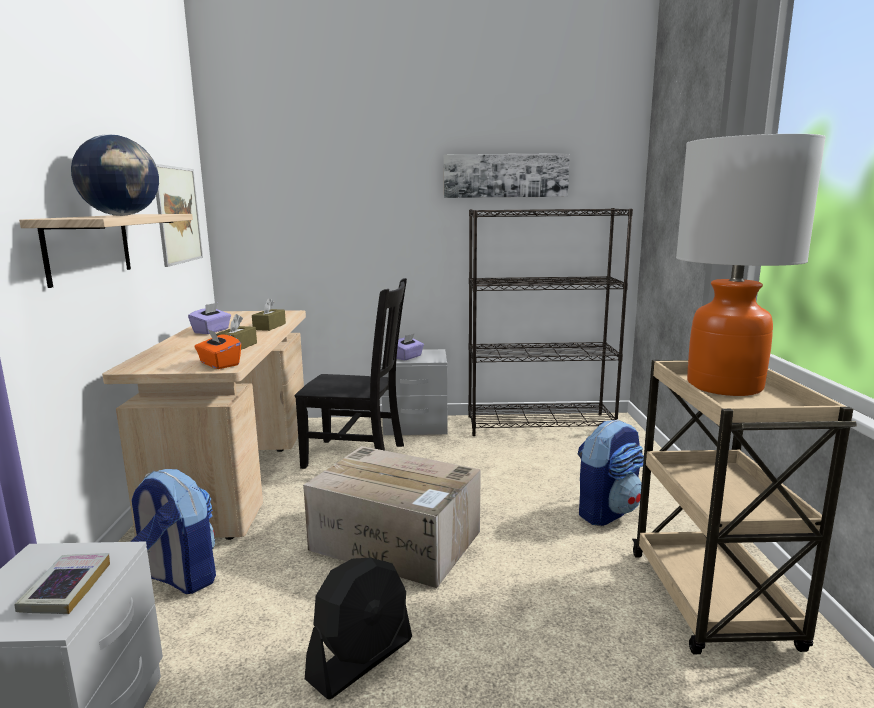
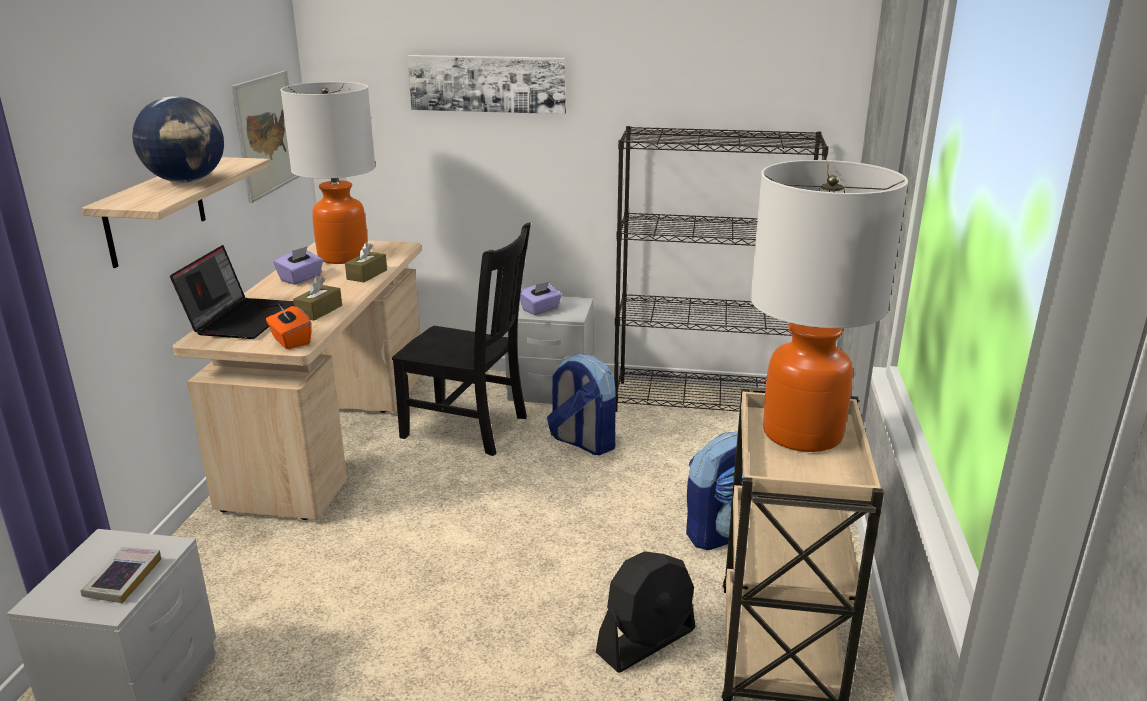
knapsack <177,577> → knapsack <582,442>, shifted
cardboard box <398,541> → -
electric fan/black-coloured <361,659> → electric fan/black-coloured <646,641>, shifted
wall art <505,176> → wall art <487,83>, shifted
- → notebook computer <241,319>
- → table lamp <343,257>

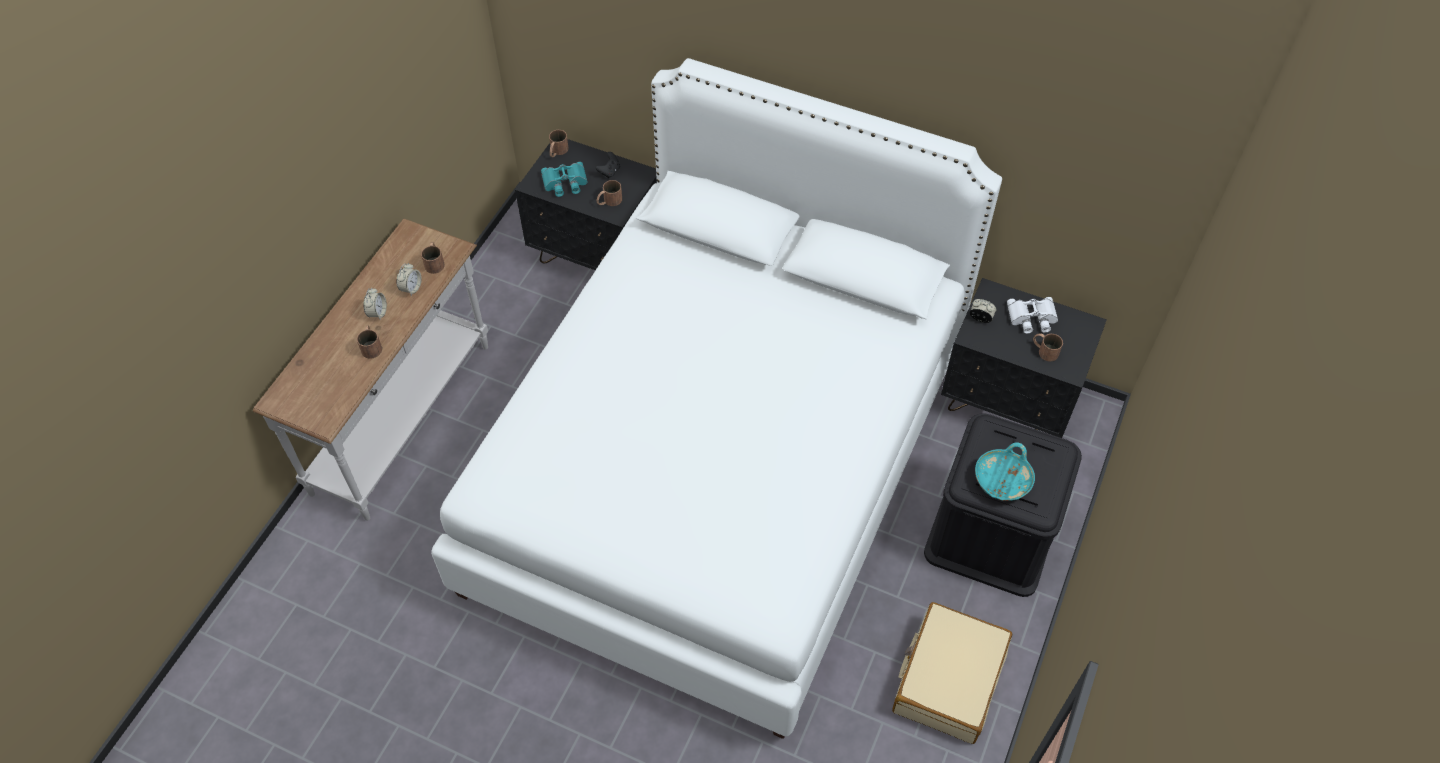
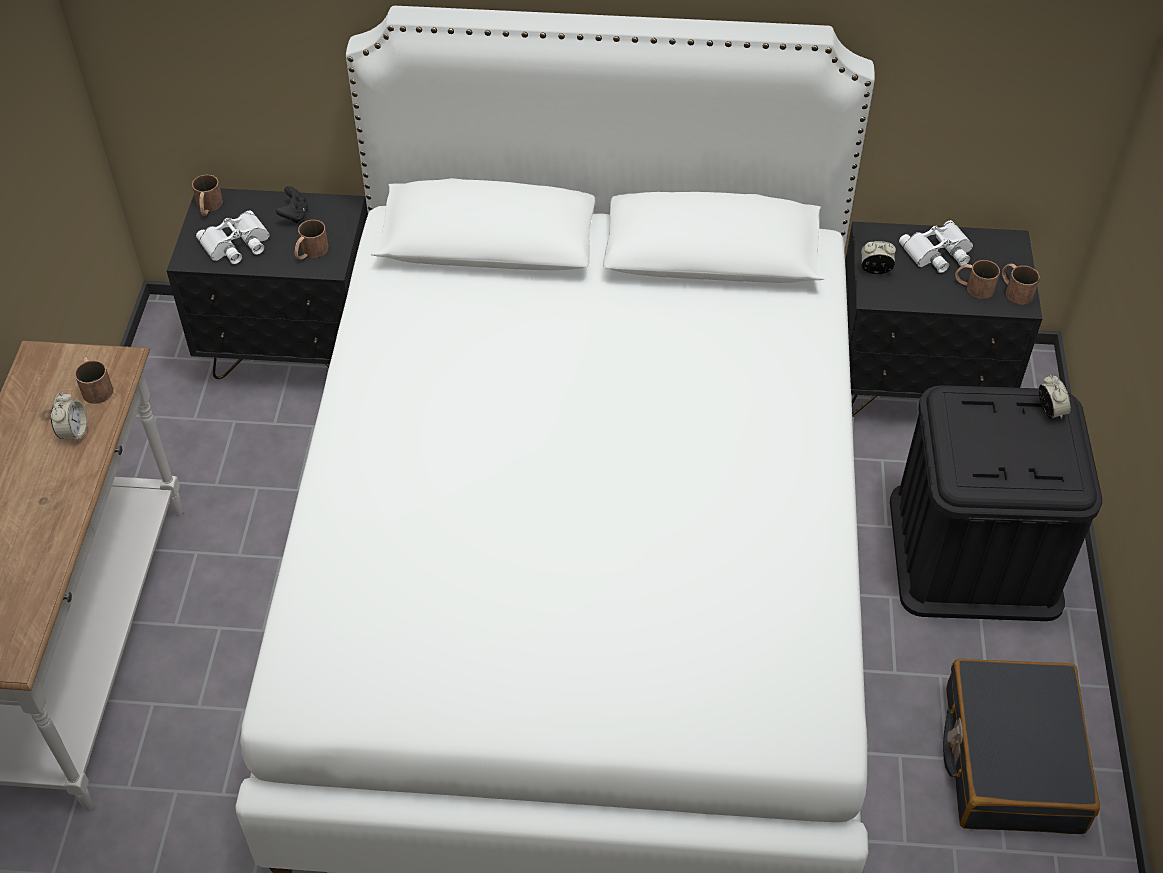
mug/brown <371,345> → mug/brown <1014,290>, shifted
alarm clock <377,313> → alarm clock <1050,411>, shifted
field glasses/turquoise-coloured <565,183> → field glasses/white-coloured <236,244>
piece of luggage/sand-coloured <948,679> → piece of luggage/black-coloured <1011,759>
serving bowl/turquoise-coloured <1003,479> → -

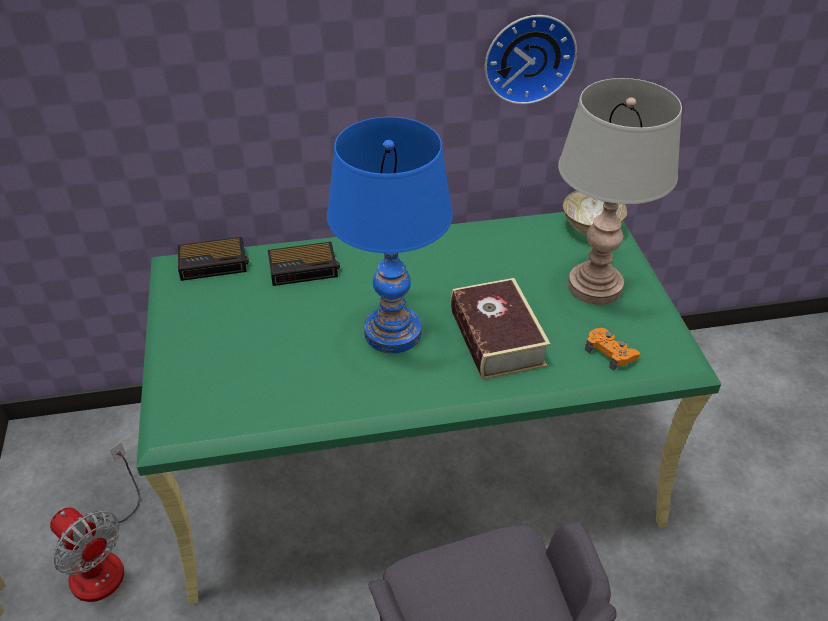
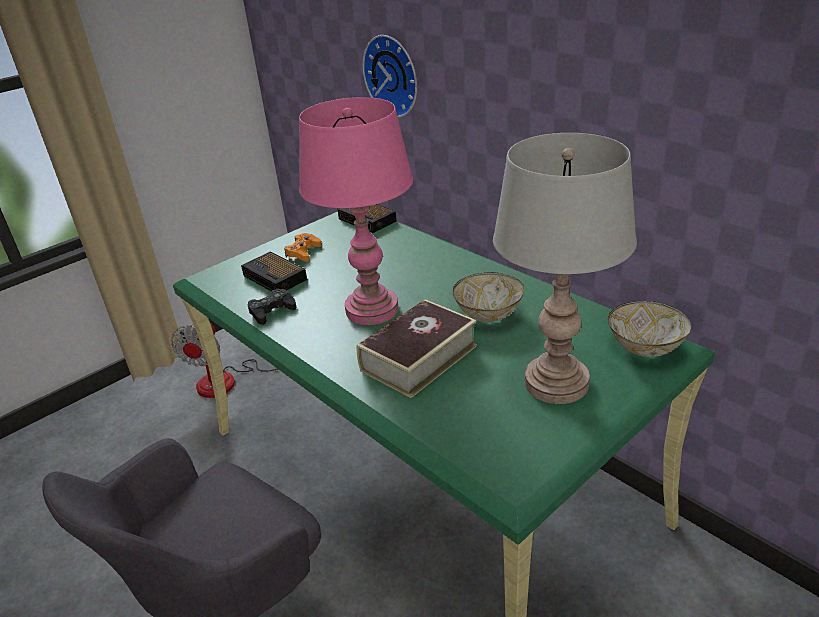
alarm clock <304,268> → alarm clock <276,278>, shifted
table lamp/bluish <392,333> → table lamp/pink-coloured <372,310>
clock on the wall <528,57> → clock on the wall <394,75>, shifted
joypad/orange <610,353> → joypad/orange <303,252>, shifted
- → joypad/black-coloured <272,311>
- → serving bowl <487,314>

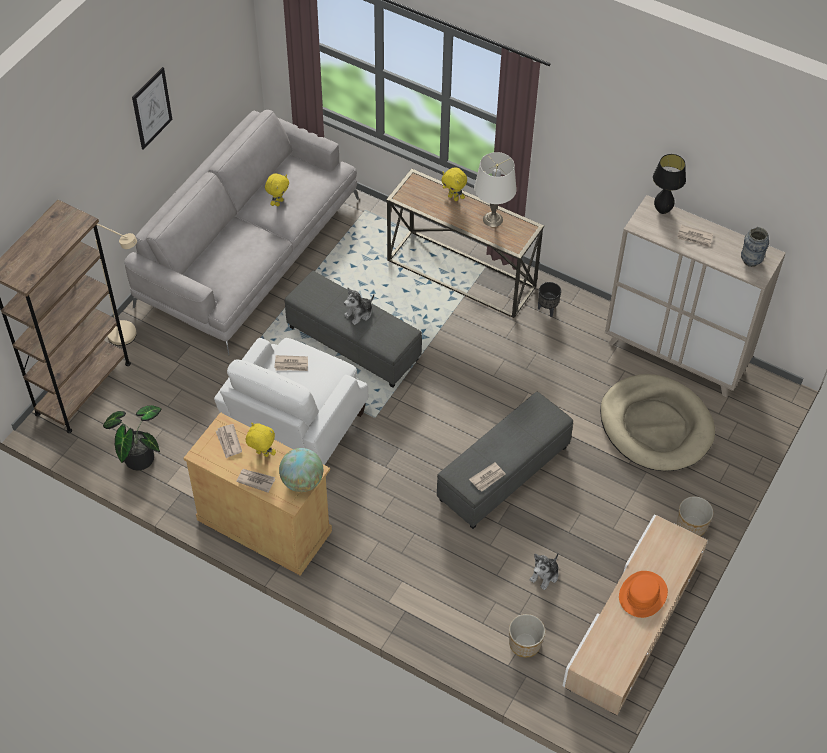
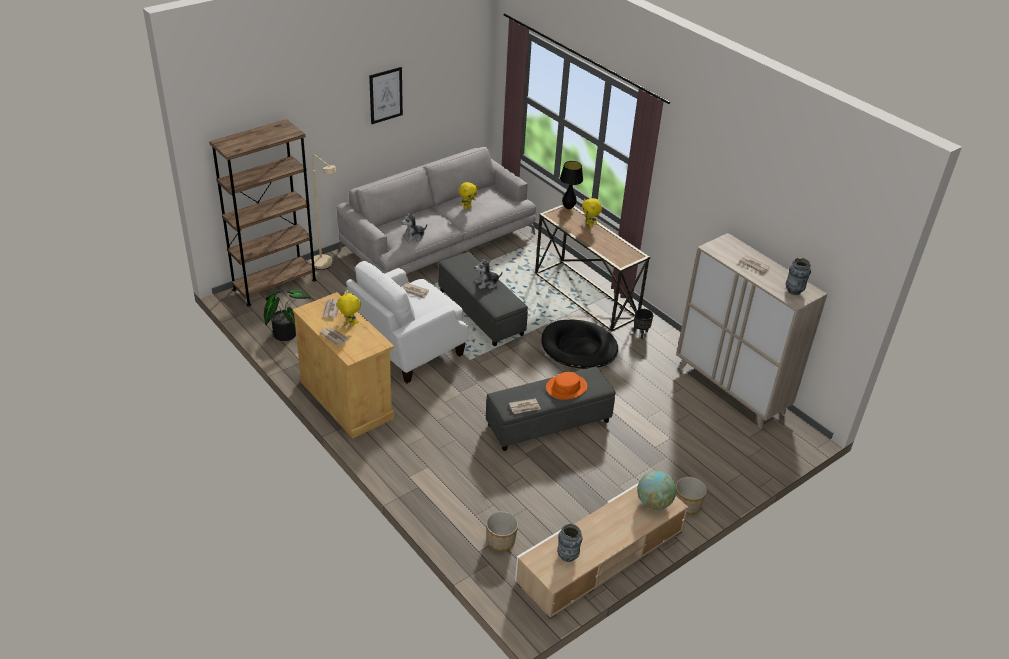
globe <302,481> → globe <654,503>, shifted
table lamp/white-coloured <492,219> → -
plush toy <545,575> → plush toy <414,237>, shifted
dog cushion/sand-coloured <655,426> → -
wearable hat/orange <642,594> → wearable hat/orange <566,387>, shifted
table lamp/black-coloured <662,210> → table lamp/black-coloured <568,207>, shifted
- → dog cushion/black-coloured <578,347>
- → decorative vase <567,556>

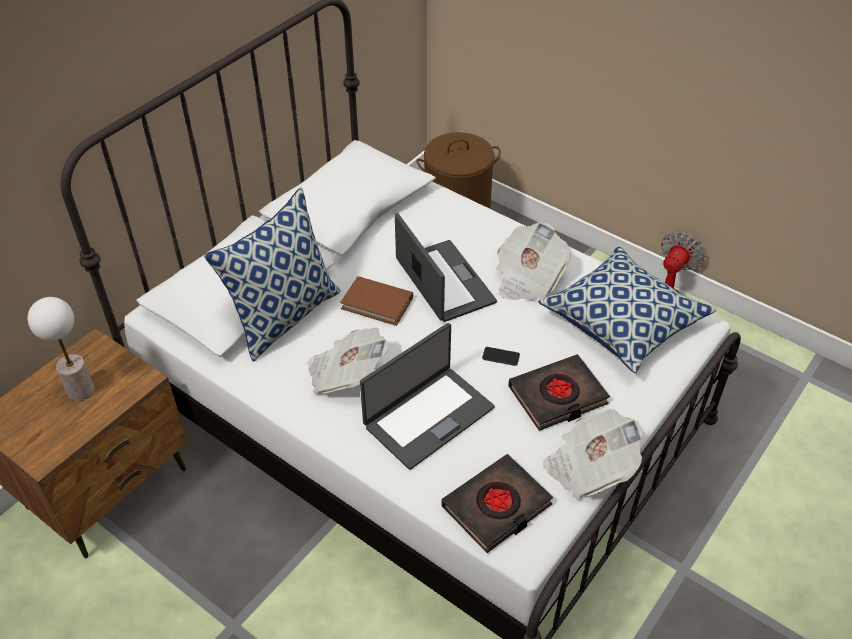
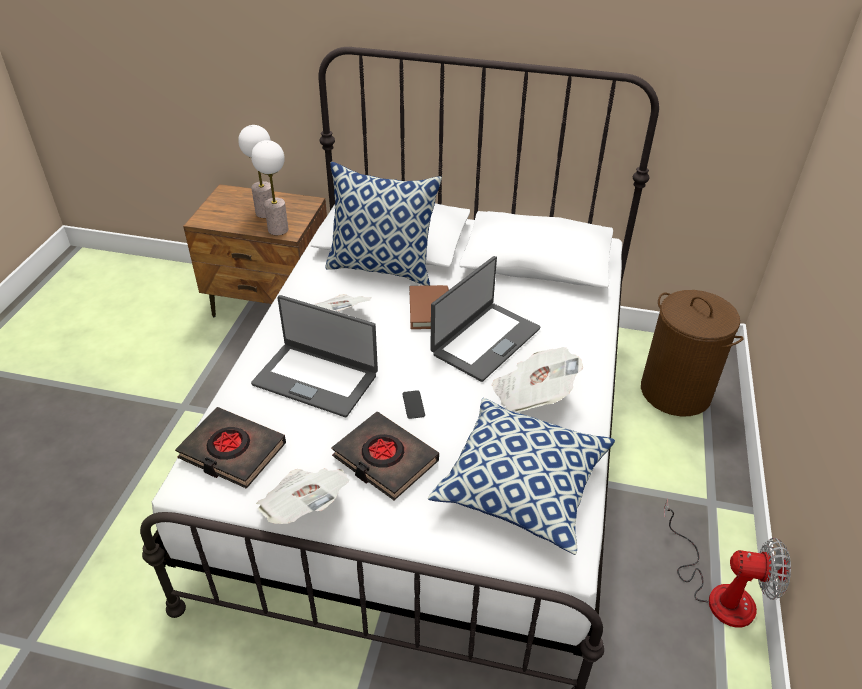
- → table lamp <278,229>

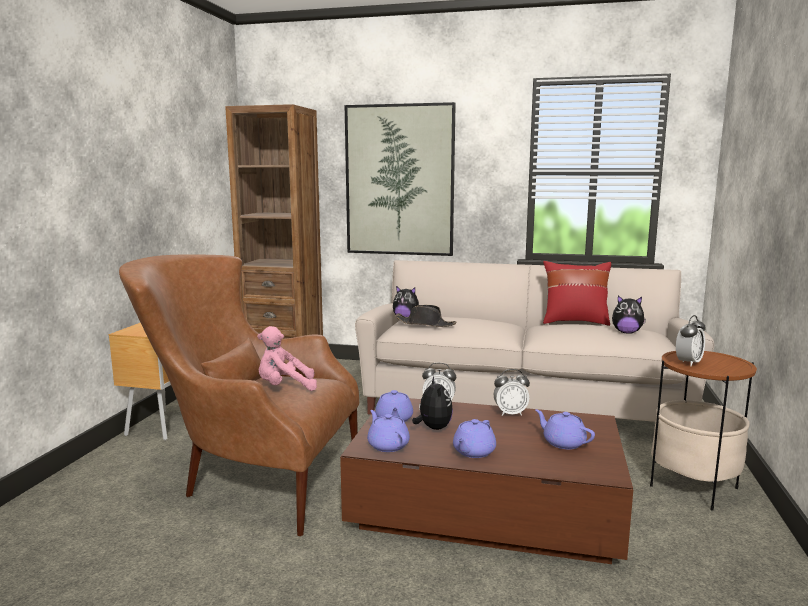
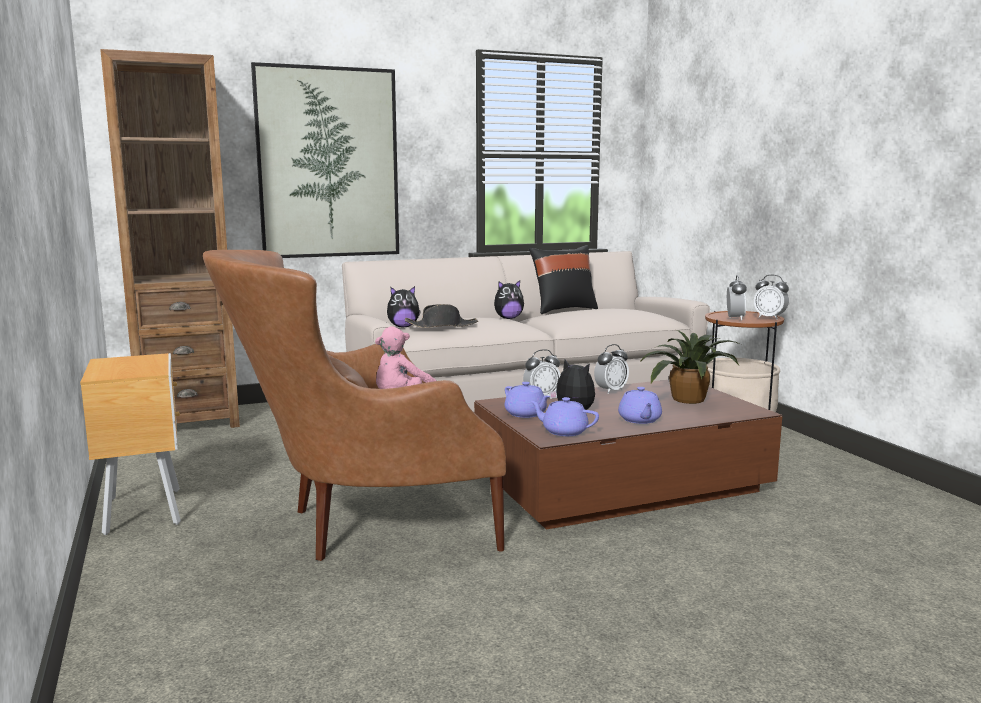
teapot/purplish <563,442> → potted plant <688,400>
throw pillow/reddish <574,321> → throw pillow/black-coloured <563,309>
plush toy <626,332> → plush toy <508,318>, shifted
- → alarm clock <769,317>

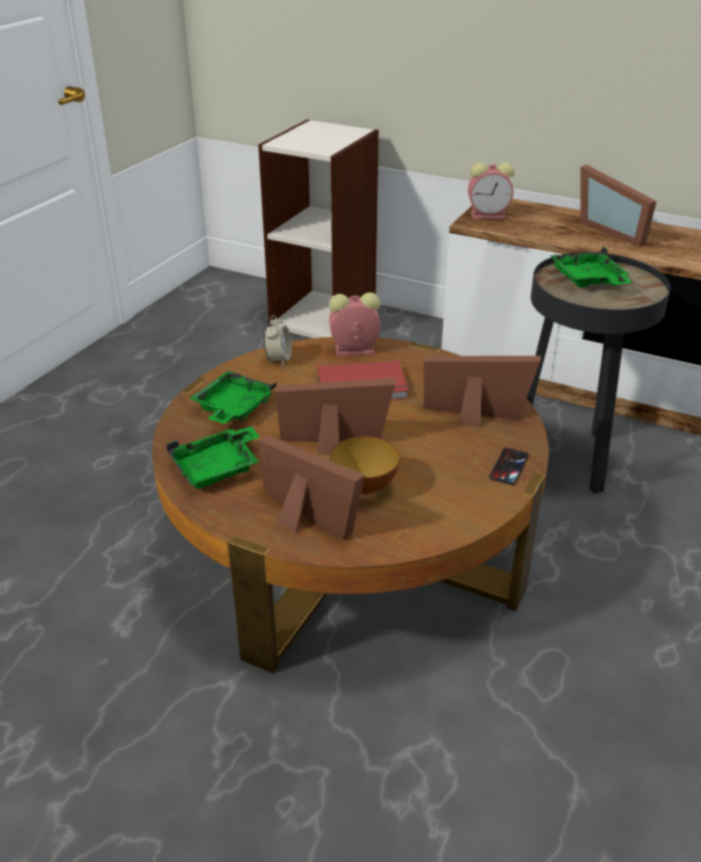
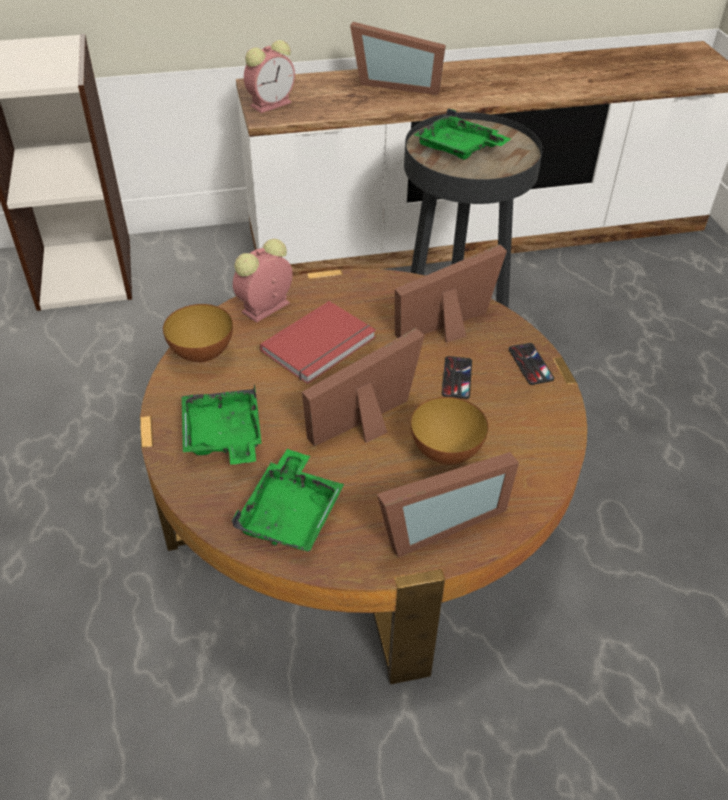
picture frame <303,520> → picture frame <436,521>, 150 degrees clockwise
alarm clock <278,359> → serving bowl <202,354>
- → phone <456,378>

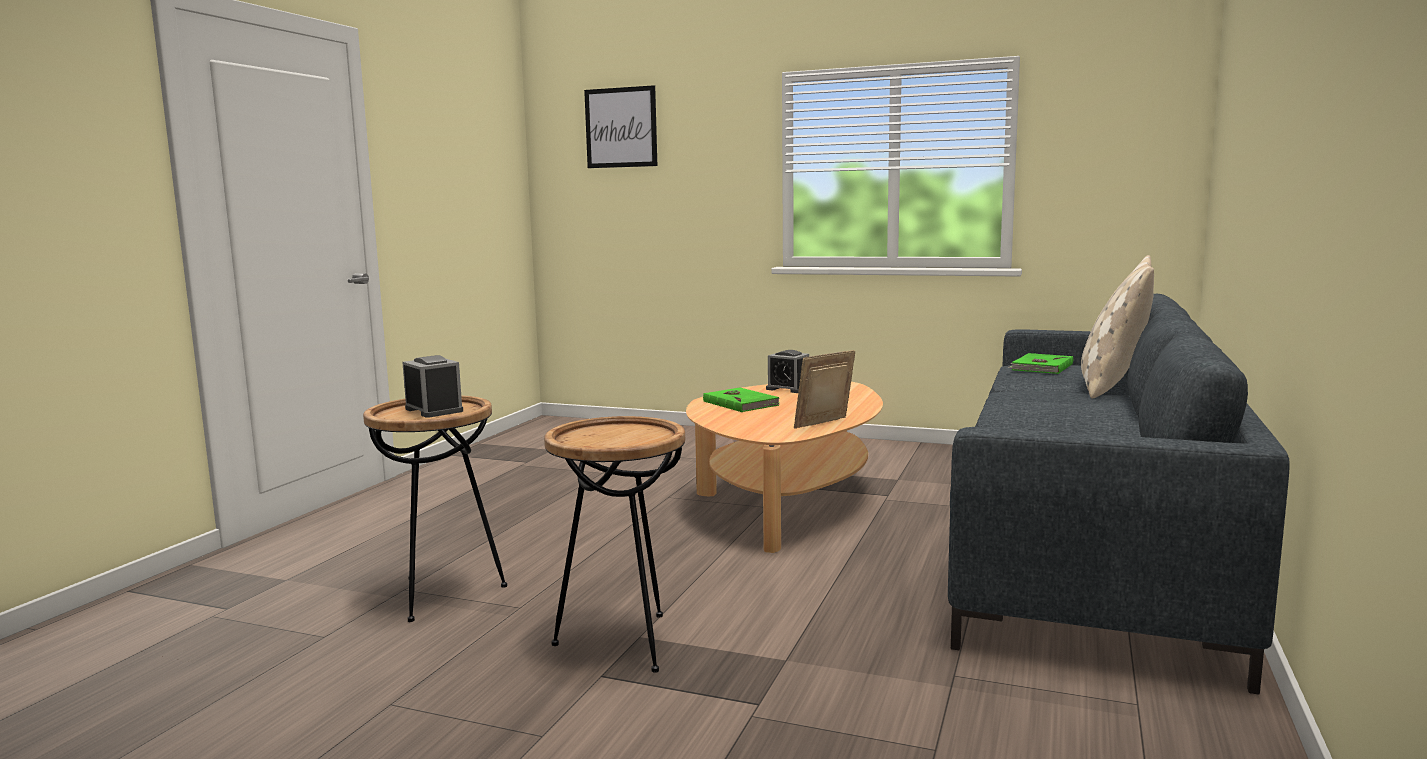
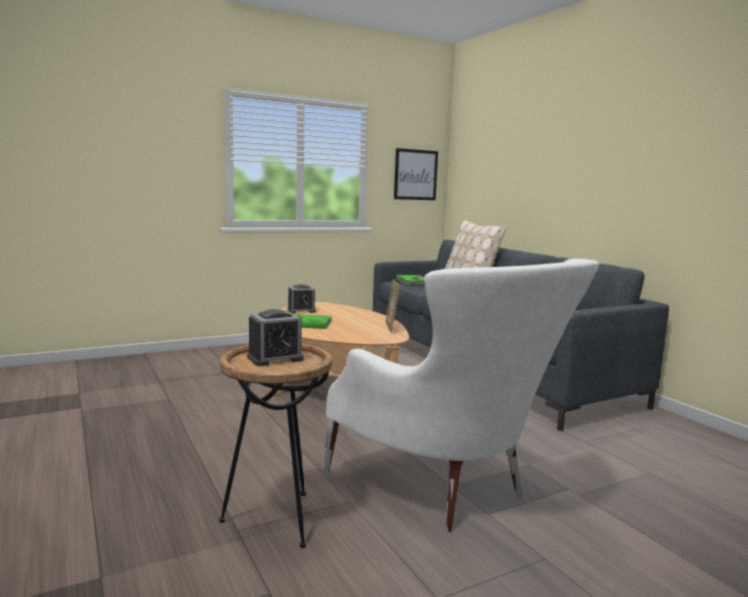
alarm clock <434,410> → alarm clock <275,358>, 150 degrees clockwise
side table/brown <623,642> → easy chair/white-coloured <451,491>
wall art <621,127> → wall art <415,175>, shifted

